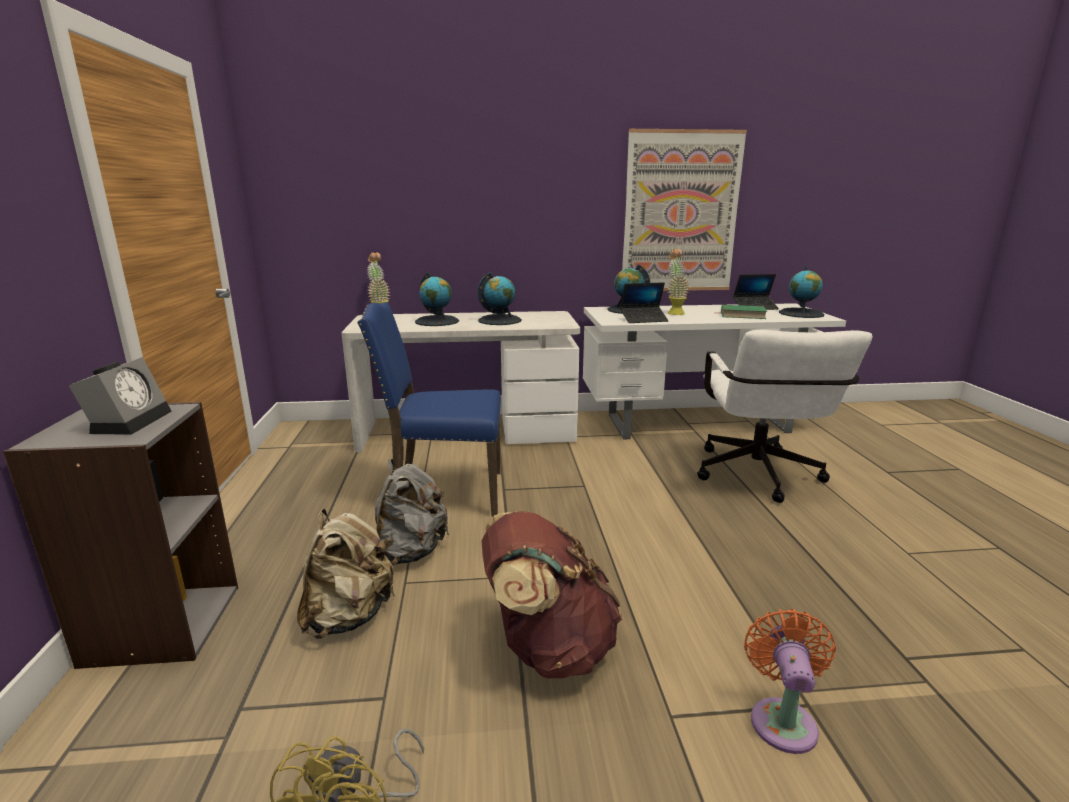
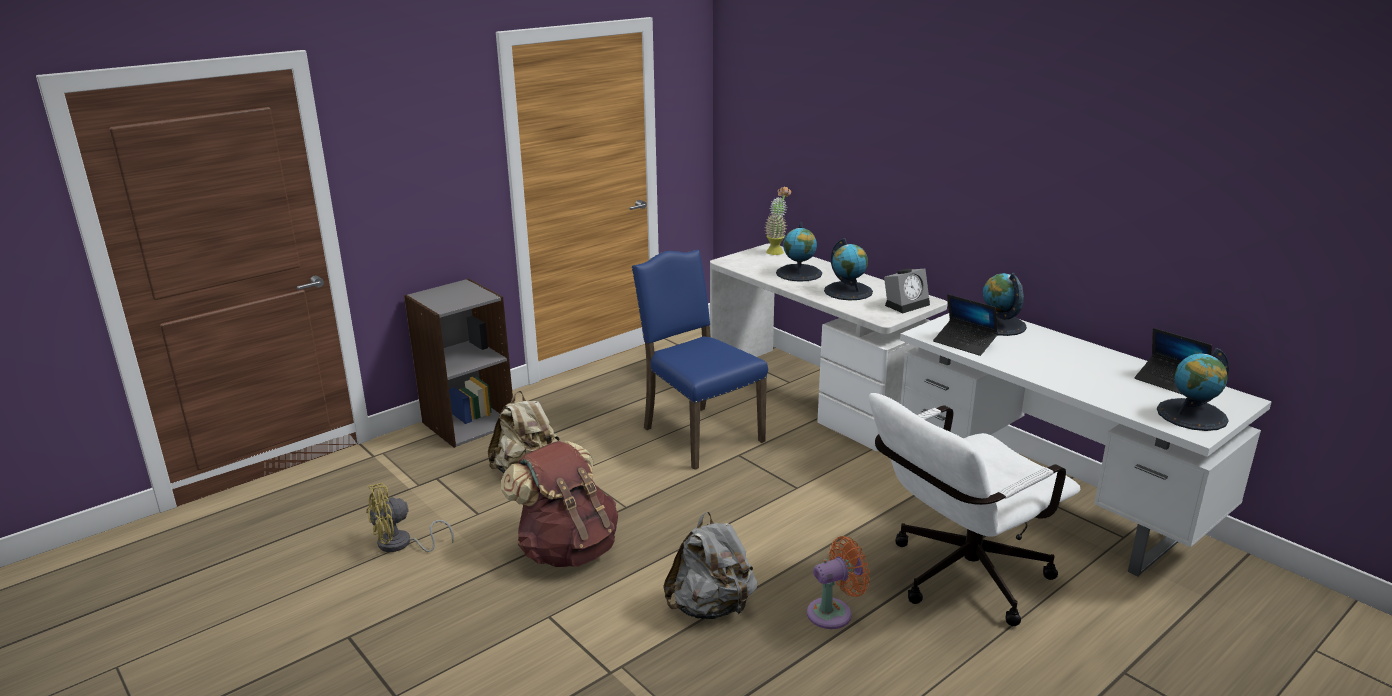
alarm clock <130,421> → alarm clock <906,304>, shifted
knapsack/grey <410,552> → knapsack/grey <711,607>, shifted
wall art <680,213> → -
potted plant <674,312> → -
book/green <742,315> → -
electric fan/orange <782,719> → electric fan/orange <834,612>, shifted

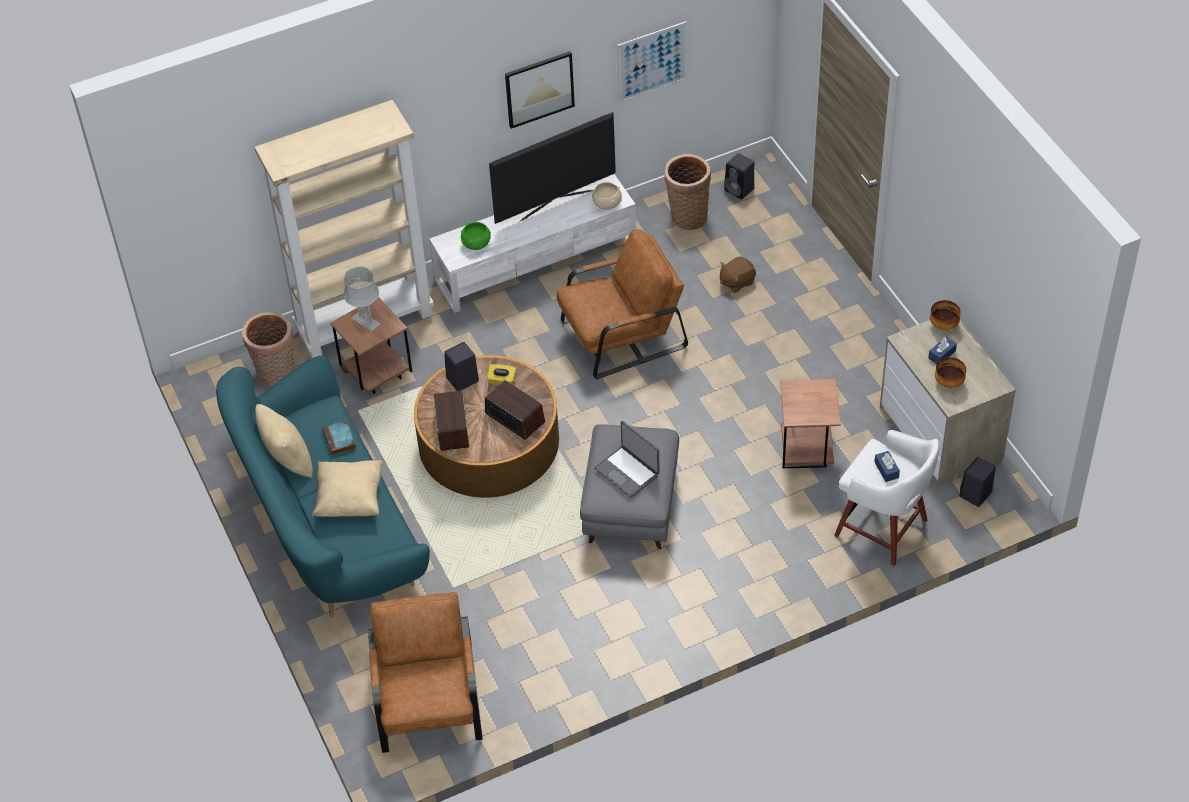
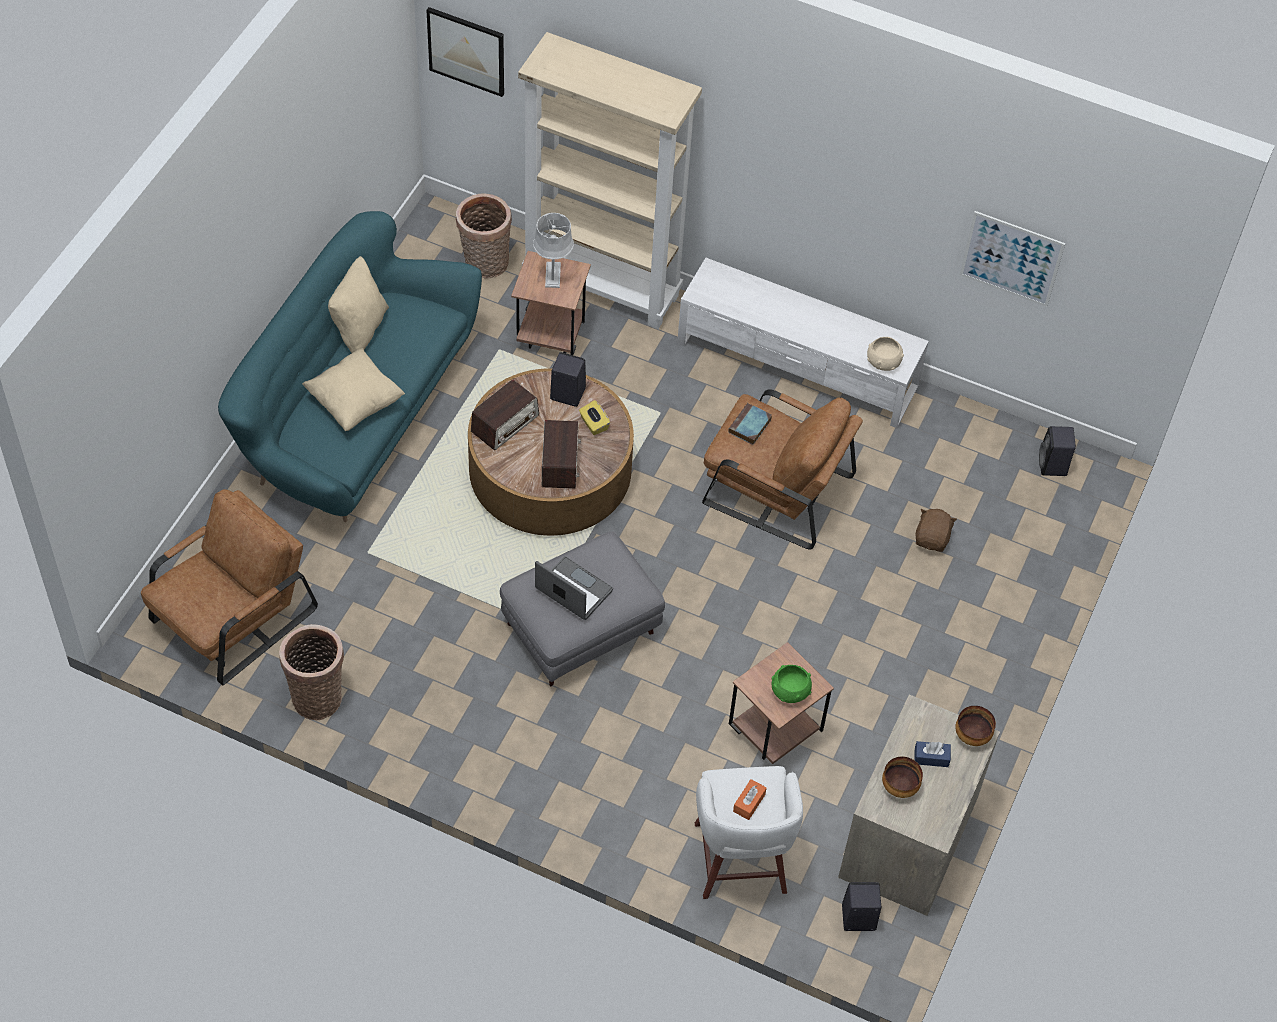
book <340,440> → book <749,427>, shifted
serving bowl/green <476,244> → serving bowl/green <789,691>, shifted
TV set <555,205> → -
wall art <539,89> → wall art <466,51>, shifted
notebook computer <627,471> → notebook computer <573,591>, 120 degrees clockwise
household basket <687,216> → household basket <317,695>, shifted
plush toy/brown <736,282> → plush toy/brown <932,539>, 90 degrees clockwise
tissue box/bluish <886,470> → tissue box/orange <749,803>

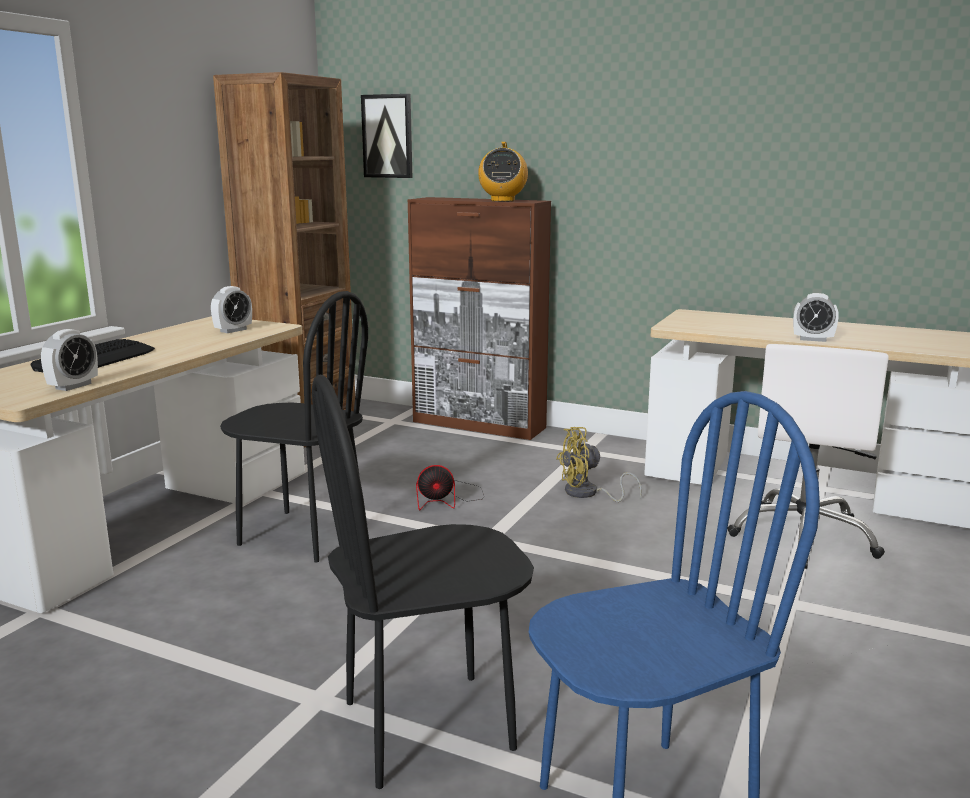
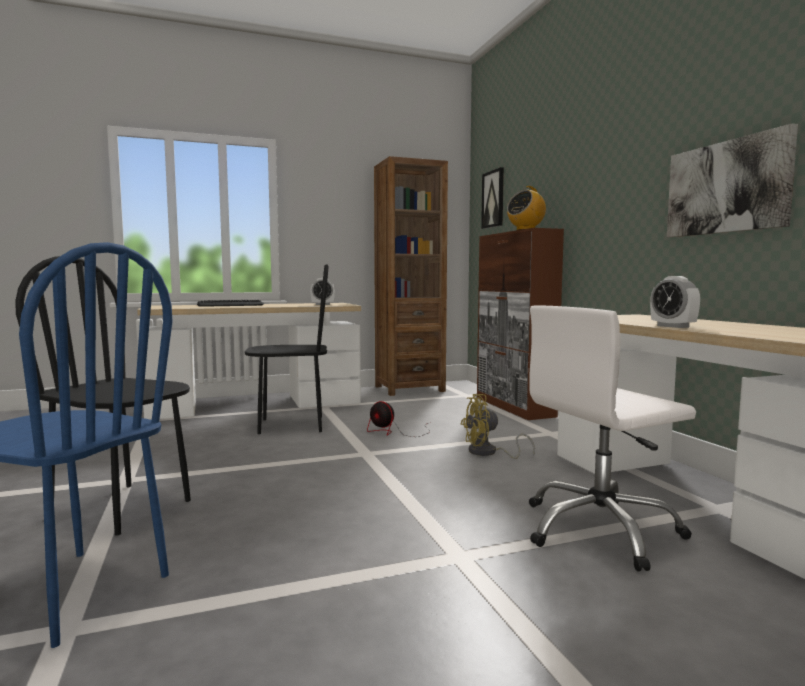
alarm clock <73,386> → -
chair/black-coloured <301,535> → chair/black-coloured <291,425>, 75 degrees counterclockwise
electric fan/yellow <588,494> → electric fan/yellow <488,453>, 45 degrees counterclockwise
- → wall art <727,187>

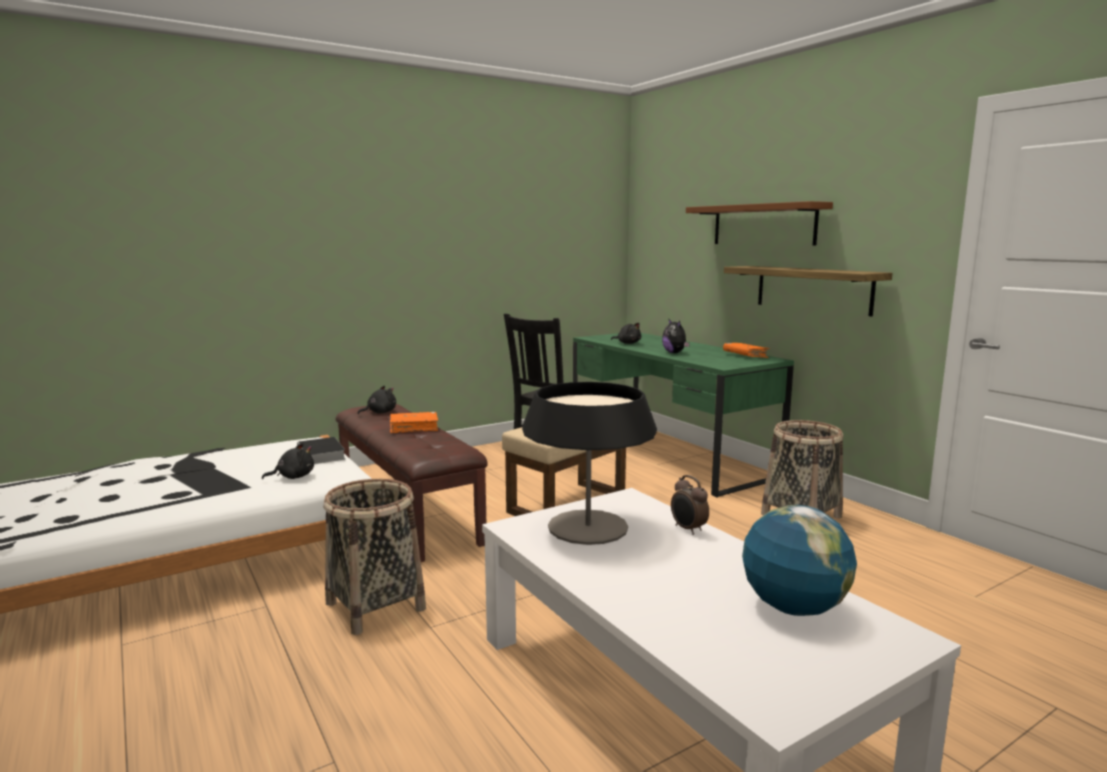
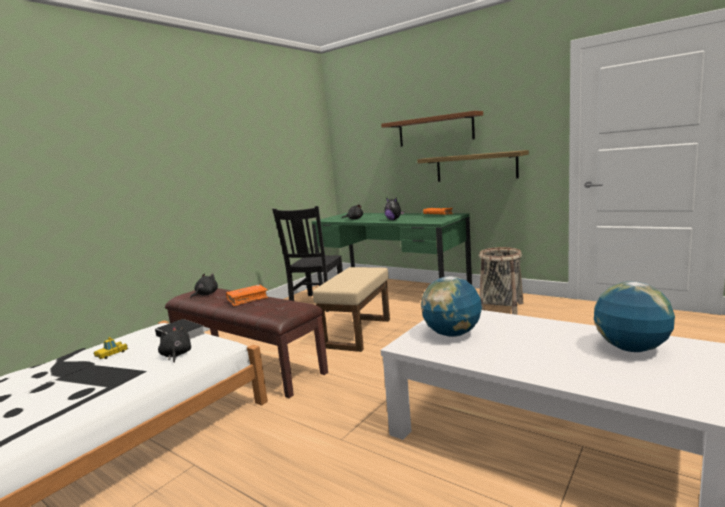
plush toy/black-coloured <293,477> → plush toy/black-coloured <176,355>, 60 degrees counterclockwise
household basket <376,606> → -
table lamp <587,527> → globe <452,334>
alarm clock <688,529> → -
- → miniature car <111,354>

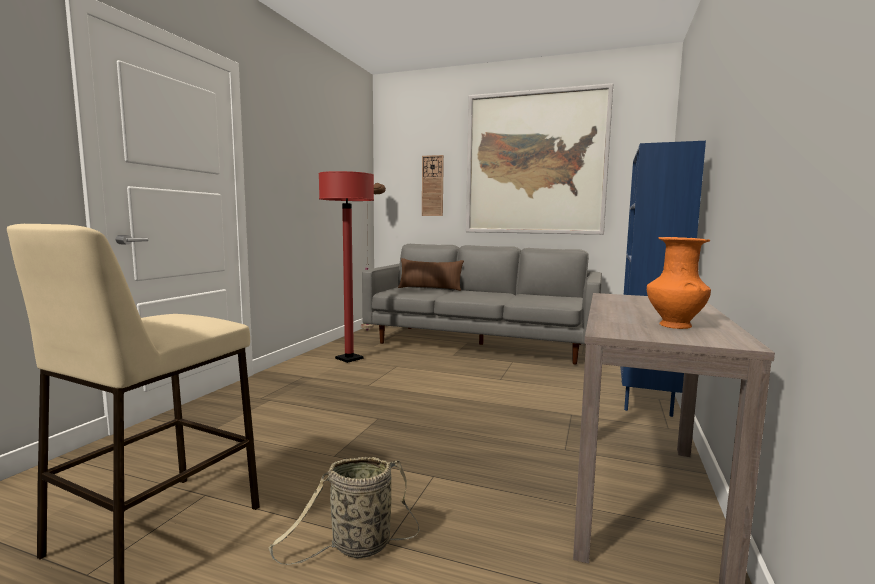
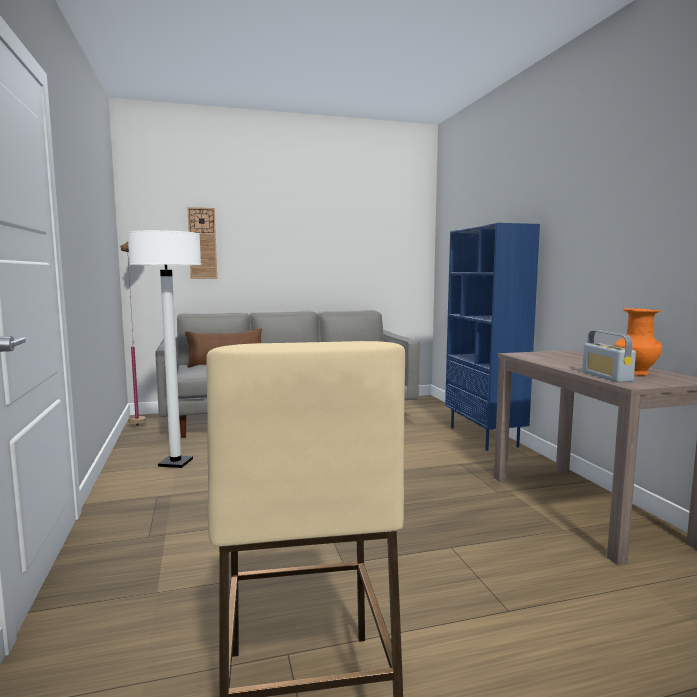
household basket <357,547> → -
floor lamp/reddish <349,359> → floor lamp/white-coloured <175,463>
wall art <535,163> → -
- → radio set <606,377>

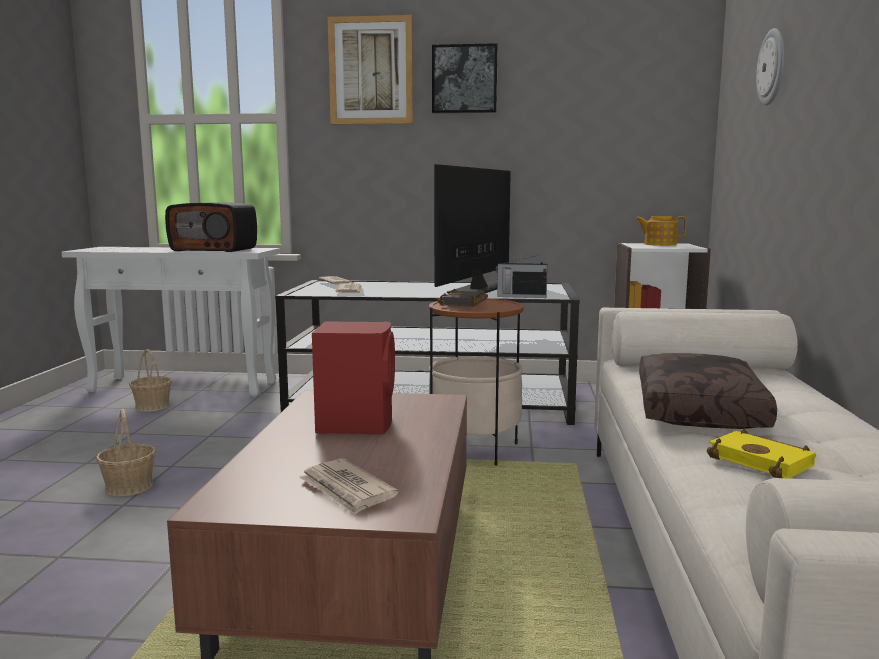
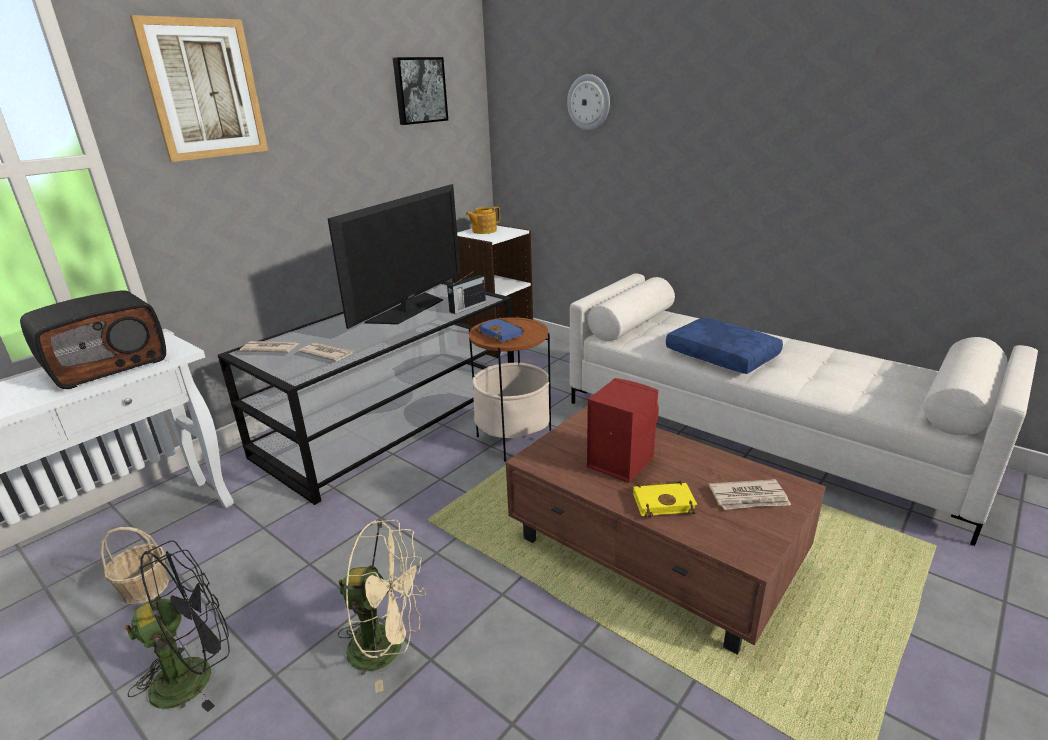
household basket <129,486> → electric fan/sand-coloured <388,647>
wall art <464,79> → wall art <419,90>, shifted
TV set <478,289> → TV set <409,309>, 120 degrees counterclockwise
book/black-coloured <464,303> → book/bluish <502,333>
throw pillow/brown <701,410> → throw pillow/bluish <723,355>
book/yellow <764,462> → book/yellow <664,502>, shifted
- → electric fan/black-coloured <196,674>

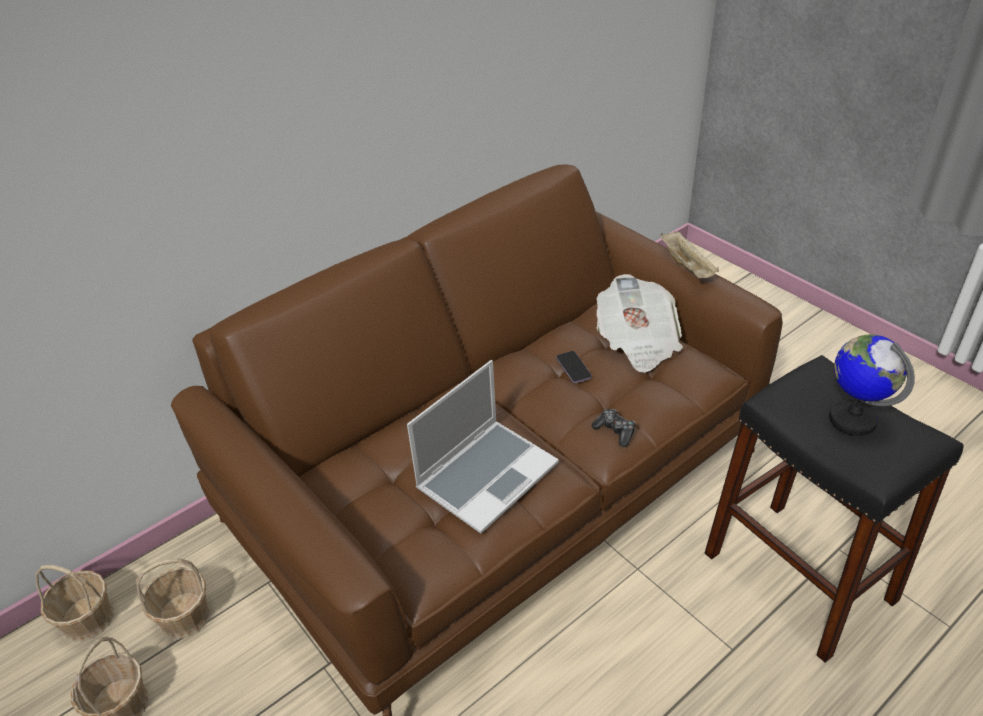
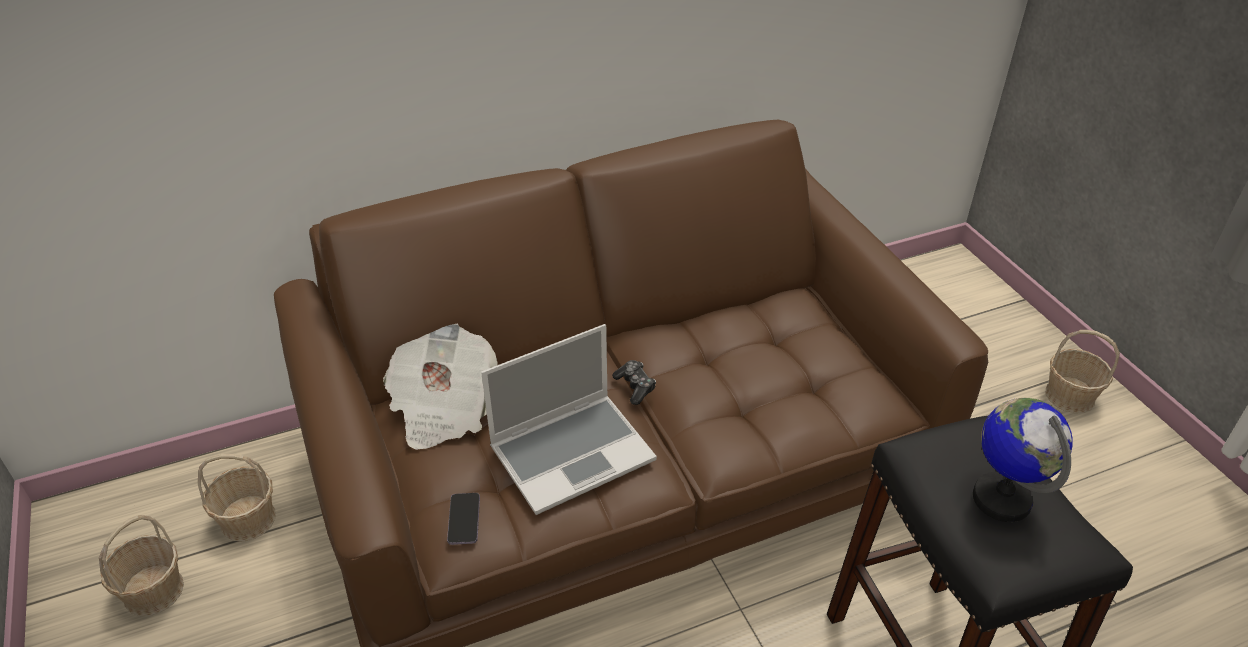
household basket <87,618> → household basket <1069,395>, shifted
phone <573,368> → phone <464,520>, shifted
joypad <615,431> → joypad <635,386>, shifted
daily paper <637,342> → daily paper <442,407>, shifted
carrying tray/sand-coloured <687,267> → -

